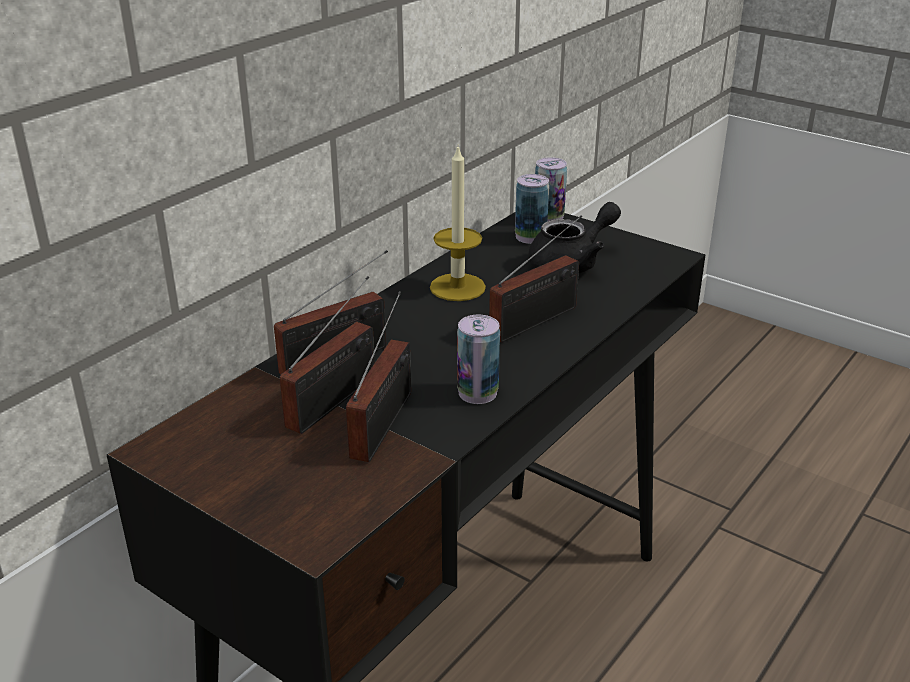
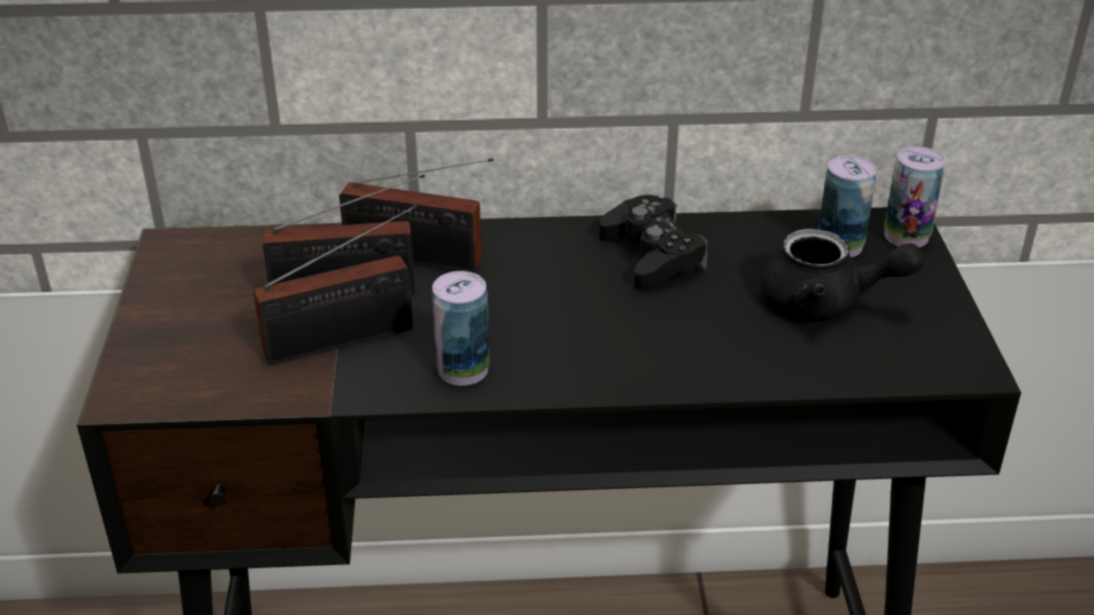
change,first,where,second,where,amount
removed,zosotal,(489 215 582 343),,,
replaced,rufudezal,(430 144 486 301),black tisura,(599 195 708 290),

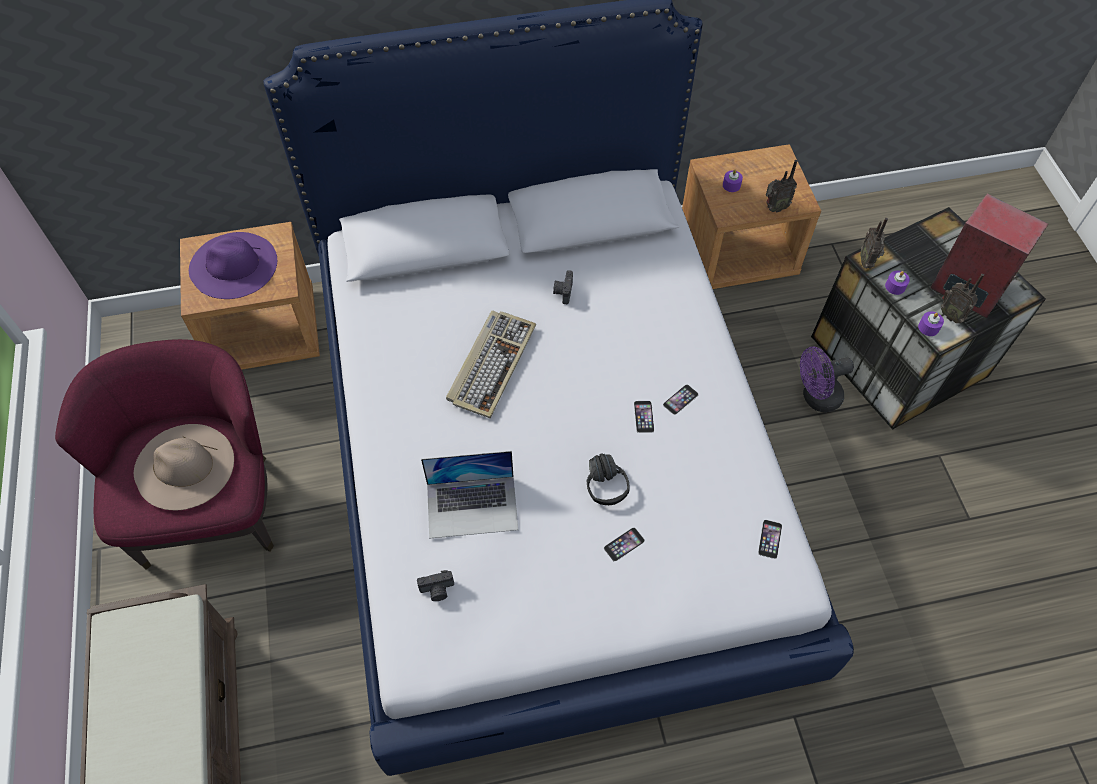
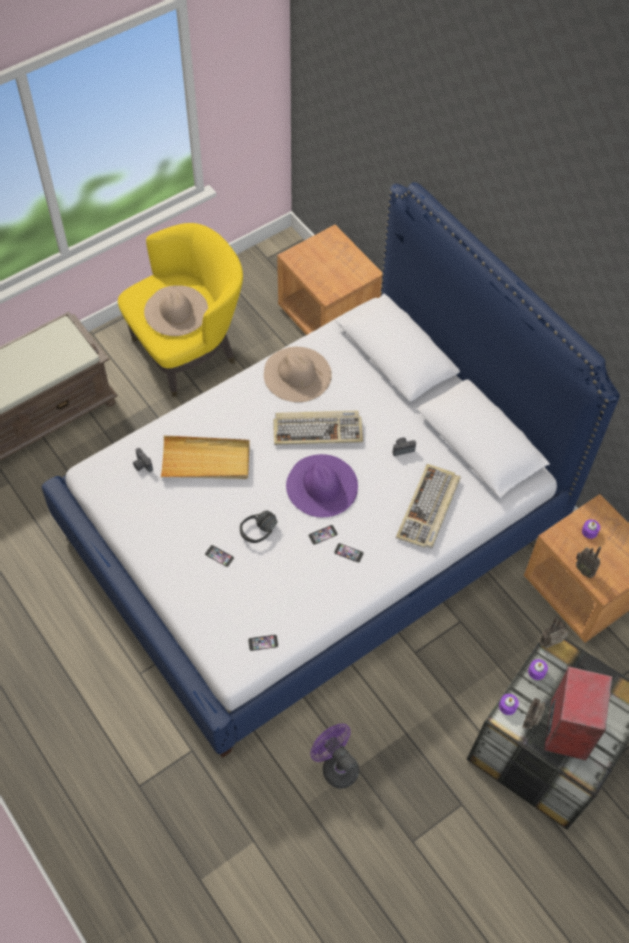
change,first,where,second,where,amount
added,,,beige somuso,(264 347 332 402),
added,,,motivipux,(396 464 461 548),
moved,purple somuso,(189 232 277 299),,(286 454 358 517),
moved,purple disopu,(800 347 854 412),,(310 724 359 789),
replaced,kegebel,(421 451 518 539),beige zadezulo,(160 435 250 479),
recoloured,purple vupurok,(55 339 274 570),yellow vupurok,(118 223 243 397),

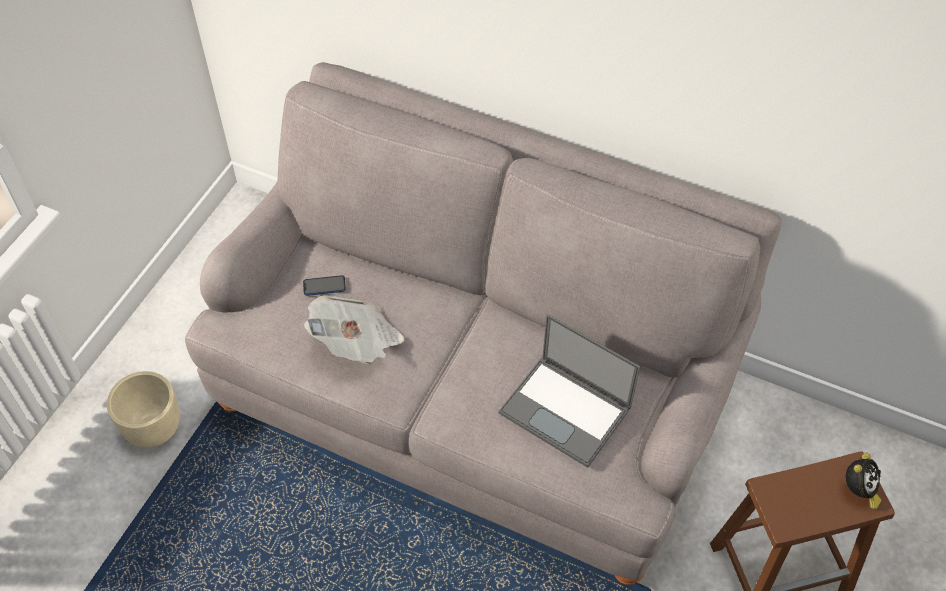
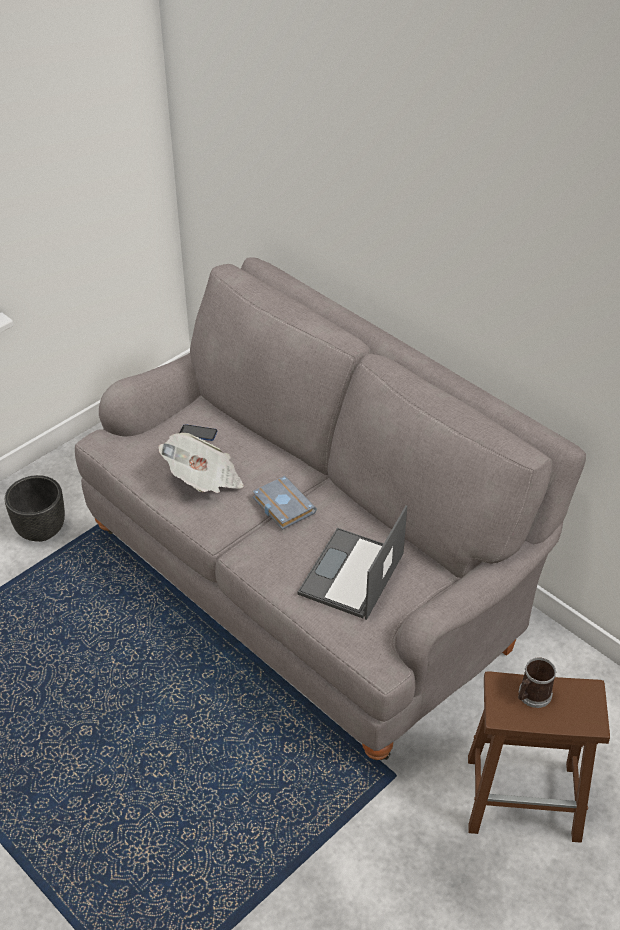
change,first,where,second,where,amount
removed,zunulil,(845 453 881 509),,,
added,,,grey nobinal,(252 476 317 530),
added,,,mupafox,(518 657 556 708),
recoloured,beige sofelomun,(107 371 180 447),black sofelomun,(5 475 65 542),
turned,kegebel,(499 314 640 468),,(298 505 407 620),60 degrees clockwise

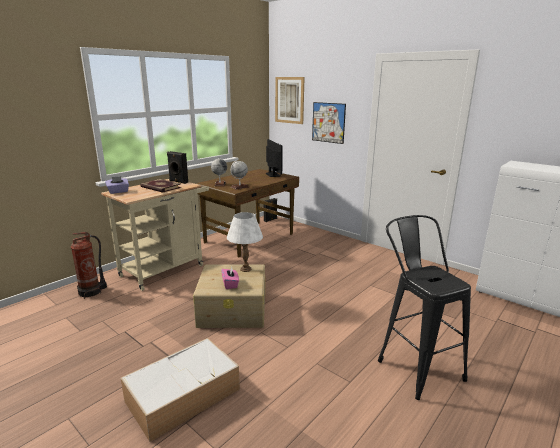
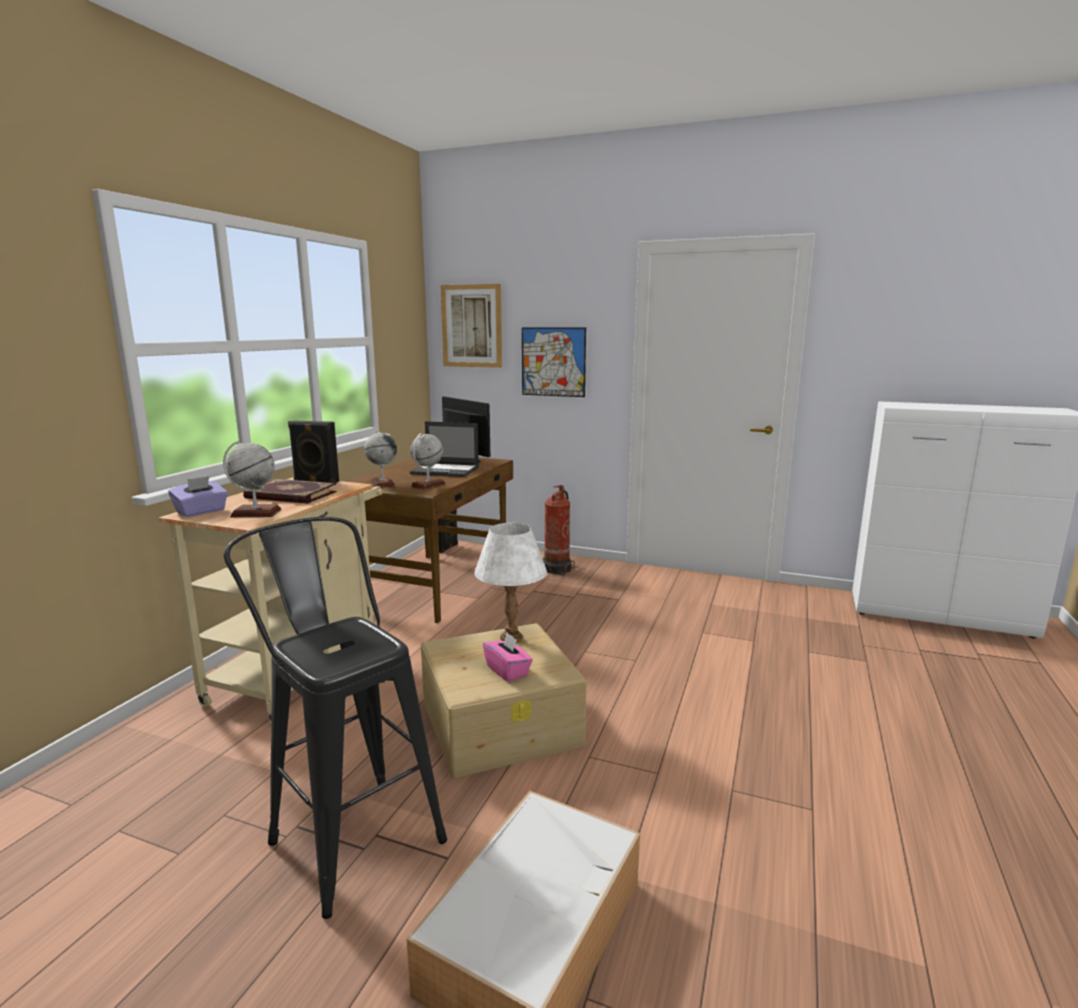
change,first,where,second,where,amount
added,,,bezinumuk,(223 441 282 517),
added,,,kegebel,(410 421 479 477),
moved,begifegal,(71 232 107 299),,(542 485 575 575),
moved,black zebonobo,(378 215 471 400),,(224 517 447 919),

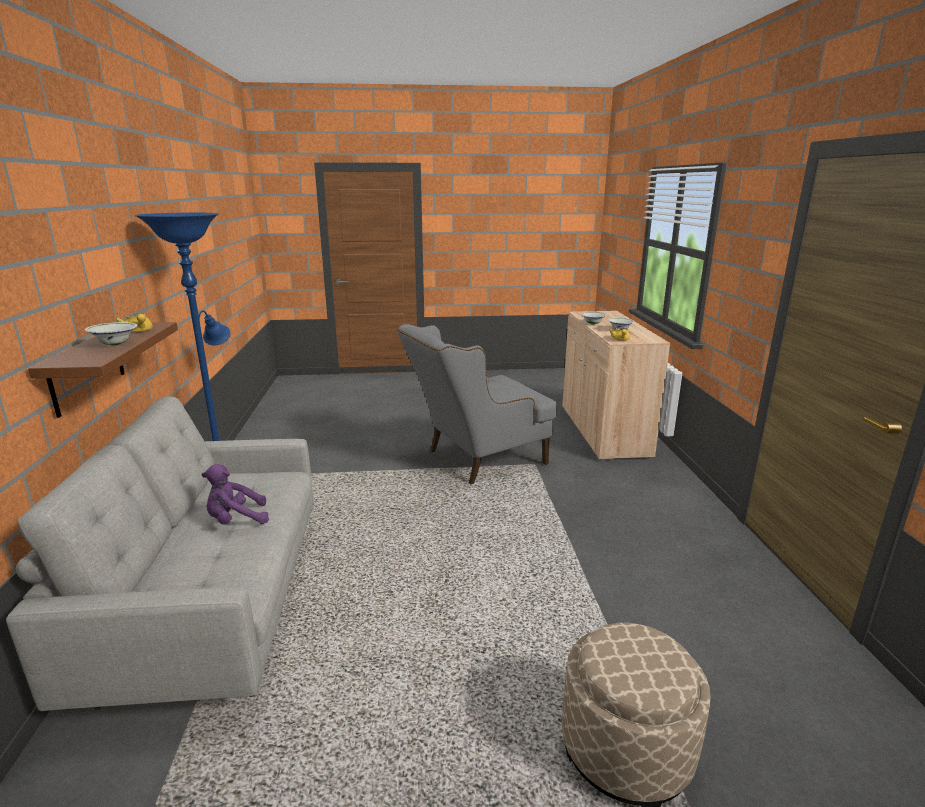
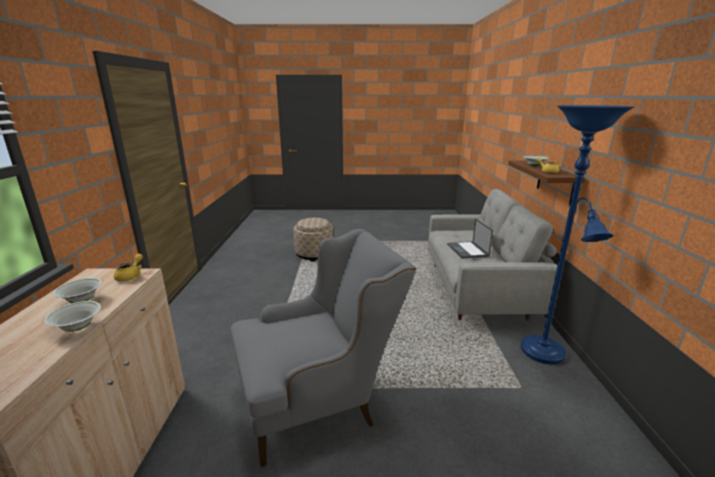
change,first,where,second,where,amount
replaced,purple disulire,(201 464 269 524),kegebel,(447 218 493 259),

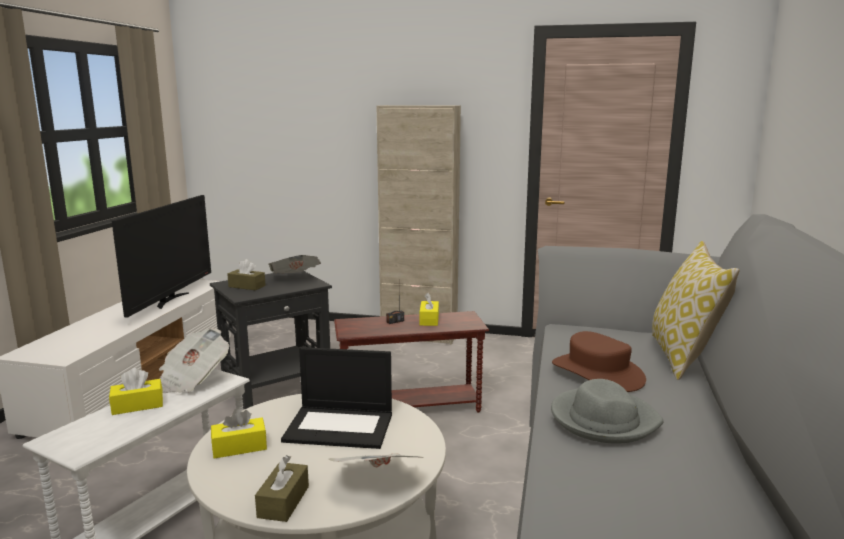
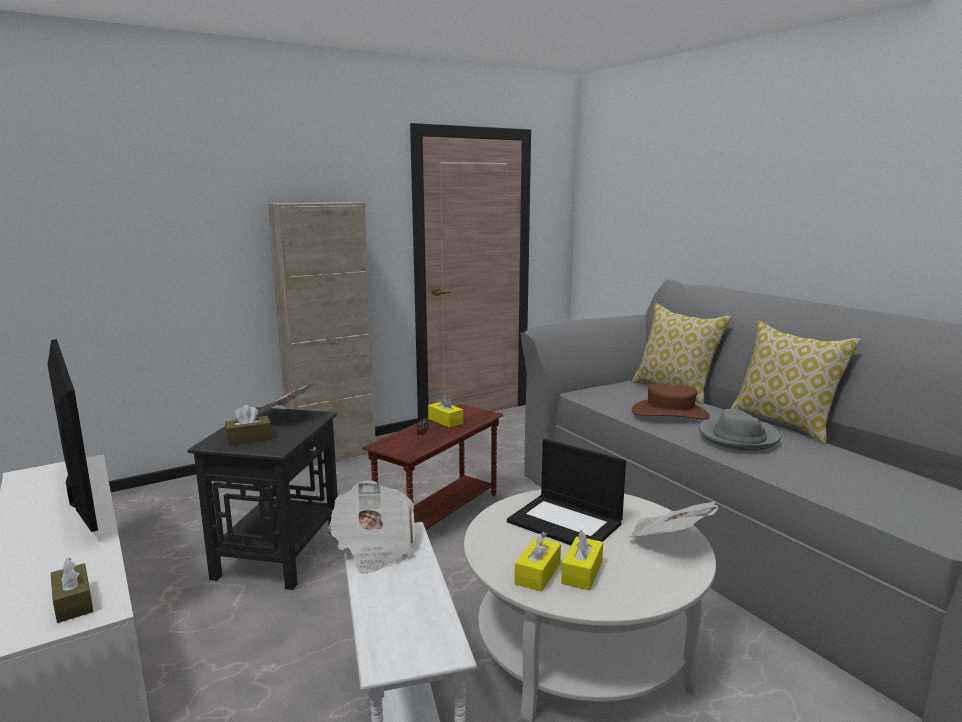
change,first,where,second,where,amount
added,,,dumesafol,(730 321 861 444),
moved,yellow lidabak,(109 368 163 415),,(561 530 603 590),
moved,brown lidabak,(255 455 309 522),,(51 558 93 623),
turned,kegebel,(281 347 392 449),,(507 439 626 545),75 degrees clockwise

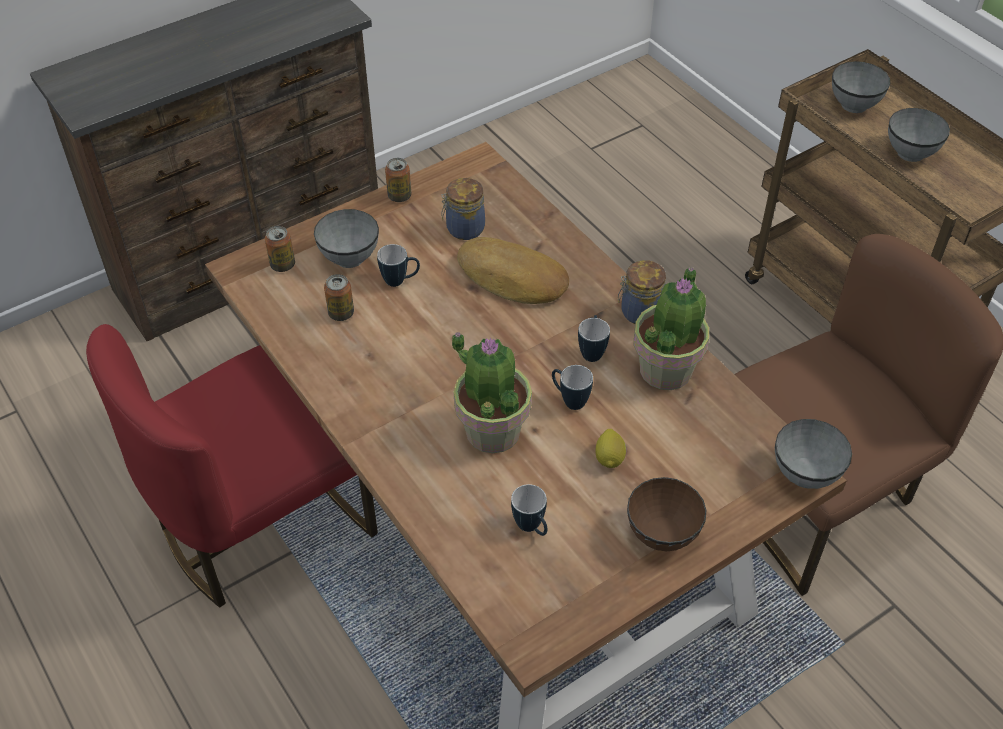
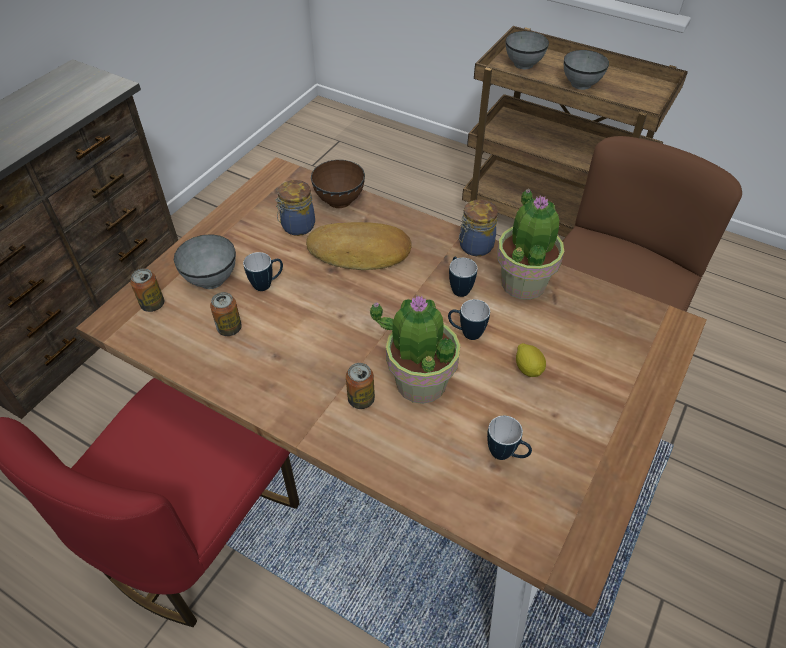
change,first,where,second,where,amount
removed,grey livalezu,(775 419 852 489),,,
moved,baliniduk,(385 158 411 202),,(346 363 375 409),
moved,brown livalezu,(627 477 707 551),,(311 160 365 208),

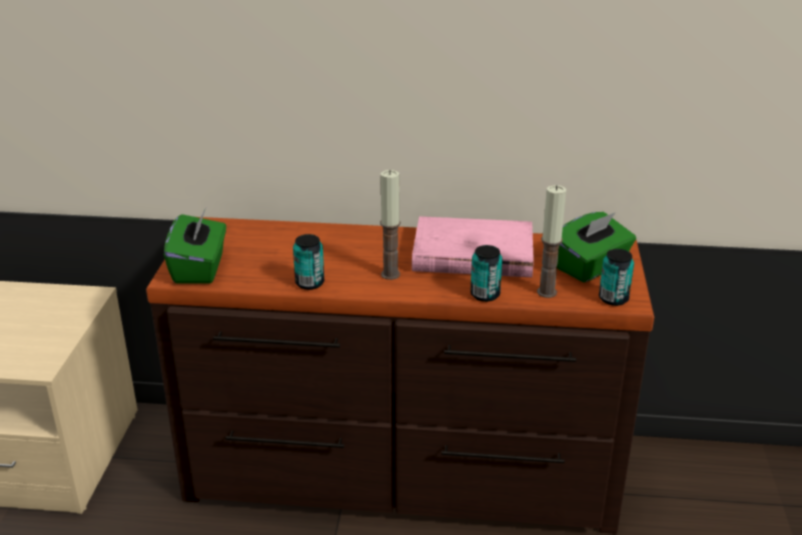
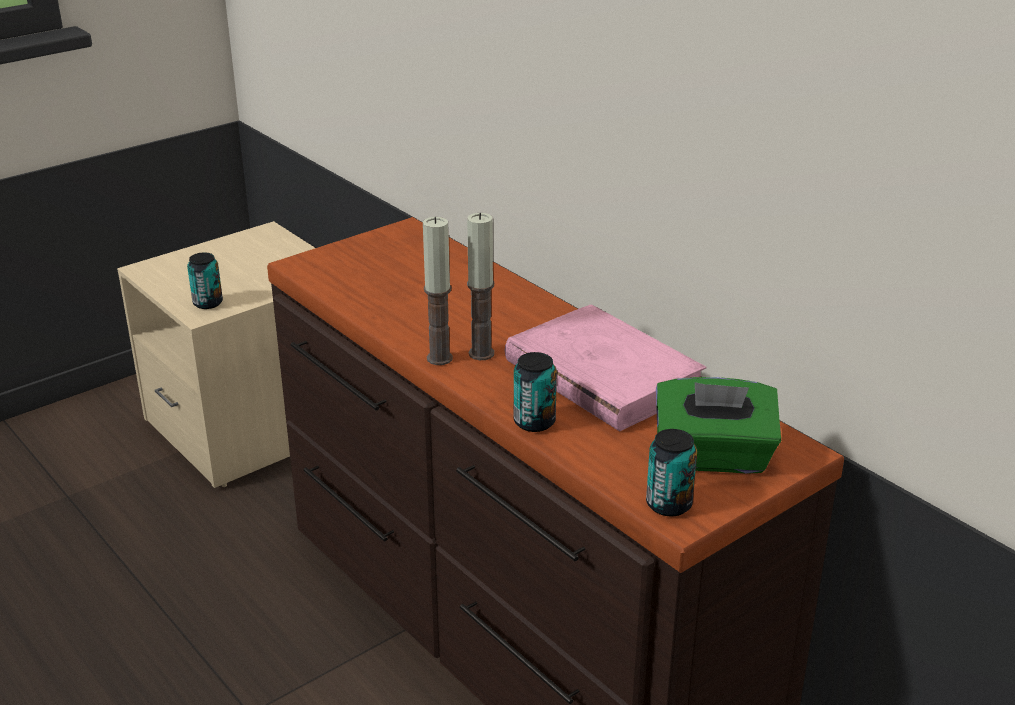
change,first,where,second,where,amount
removed,green lidabak,(164 208 226 284),,,
moved,baliniduk,(293 234 324 290),,(187 252 223 309),
moved,rufudezal,(537 185 566 298),,(423 217 453 365),

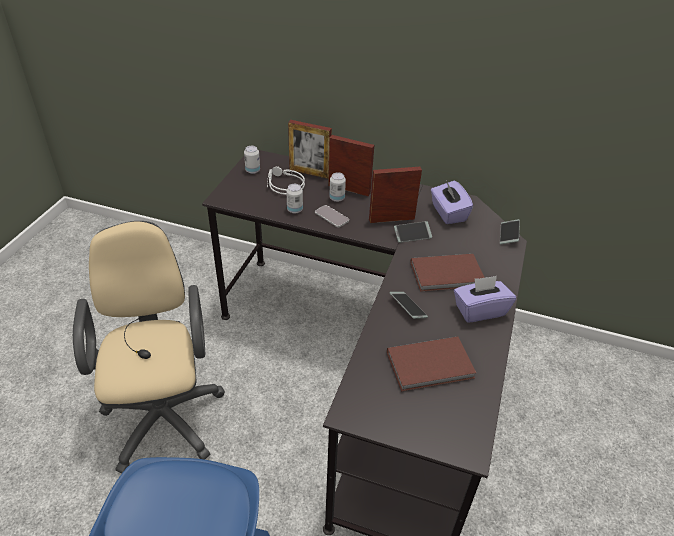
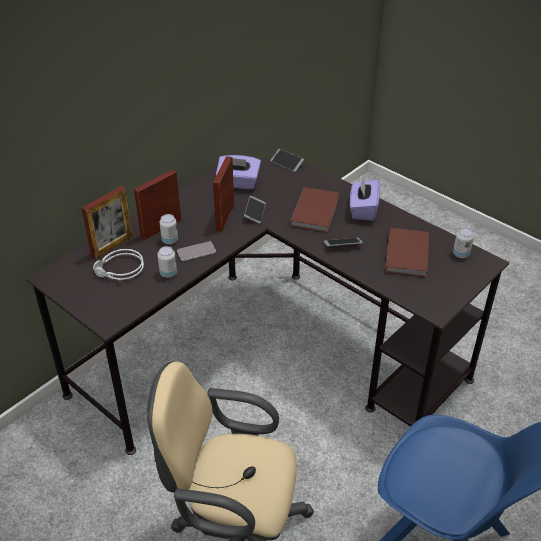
change,first,where,second,where,amount
moved,baliniduk,(244 146 260 174),,(453 227 474 258),

